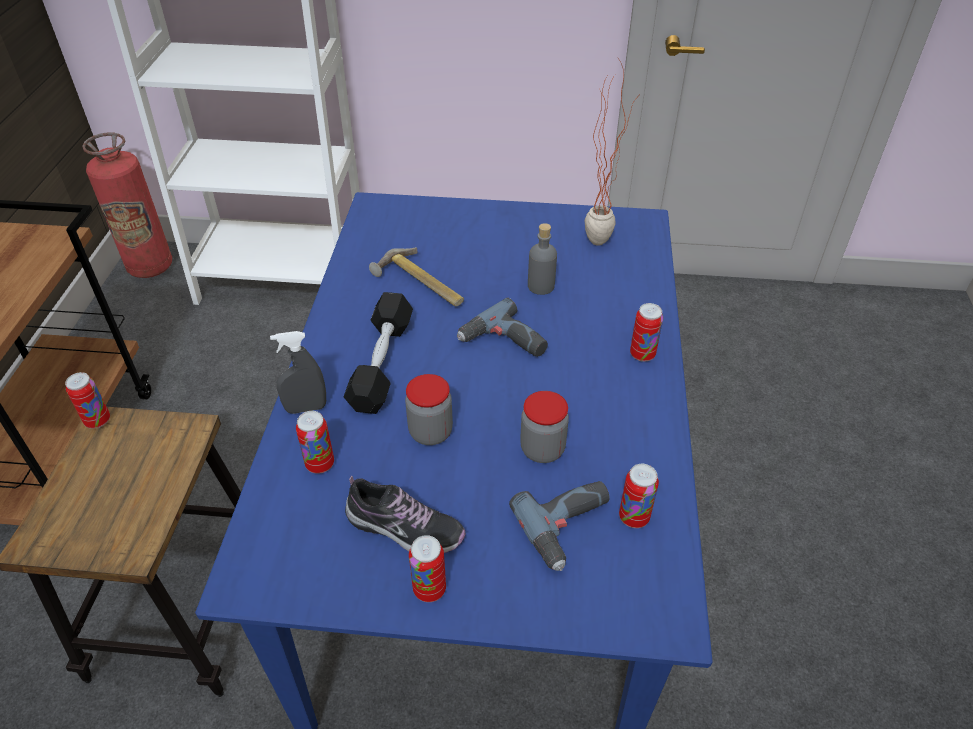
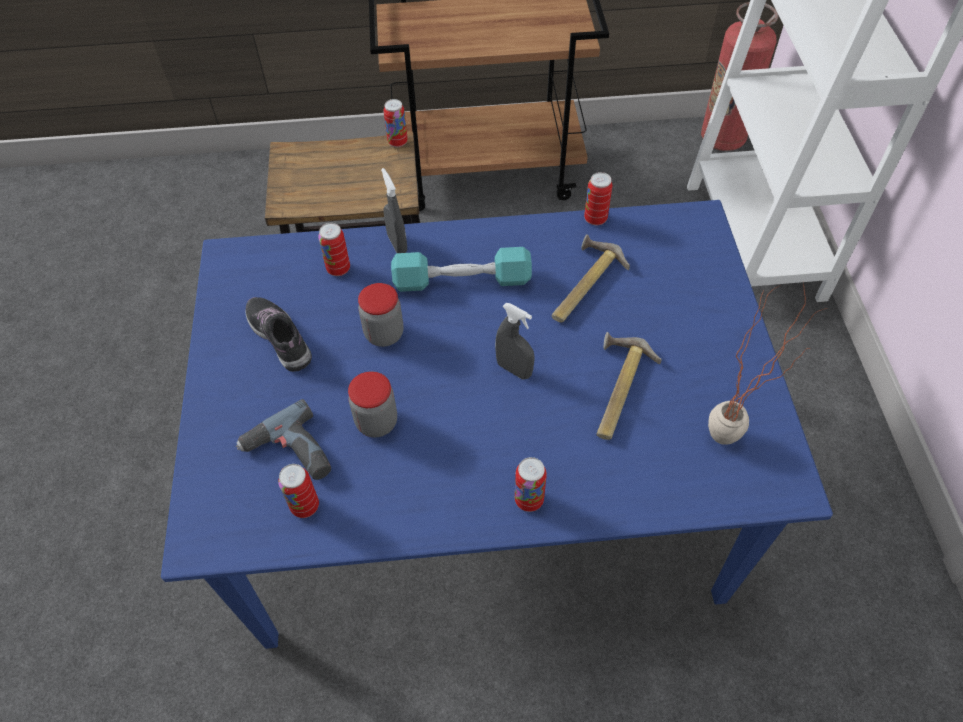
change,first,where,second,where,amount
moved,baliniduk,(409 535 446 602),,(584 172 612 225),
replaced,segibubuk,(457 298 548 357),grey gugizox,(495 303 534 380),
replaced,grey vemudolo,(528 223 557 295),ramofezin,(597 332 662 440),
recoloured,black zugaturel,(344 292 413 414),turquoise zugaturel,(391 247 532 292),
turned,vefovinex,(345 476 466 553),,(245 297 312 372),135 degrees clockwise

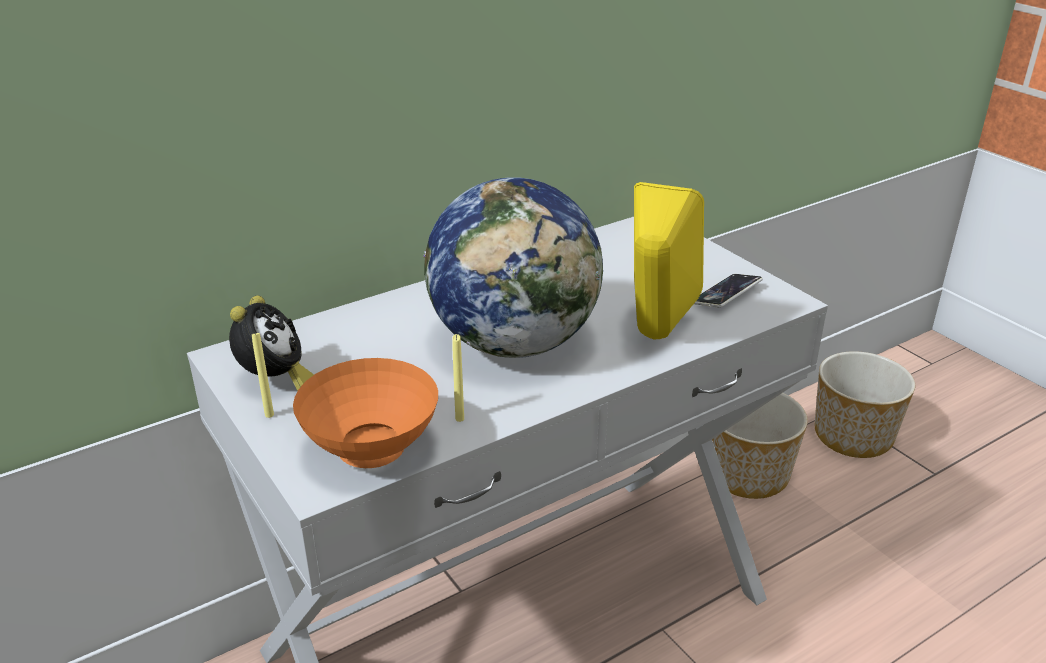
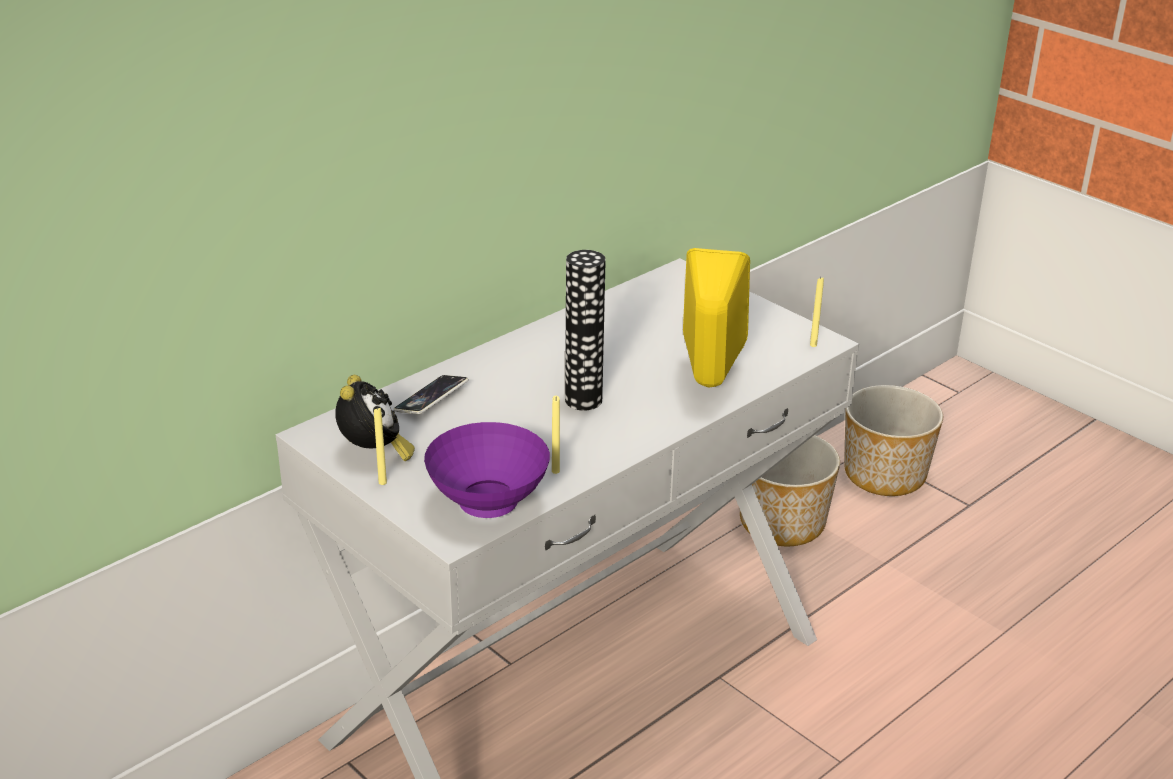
change,first,where,second,where,amount
added,,,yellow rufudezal,(810 278 824 347),
moved,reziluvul,(694 274 763 307),,(394 375 469 414),
replaced,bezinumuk,(423 177 603 358),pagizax,(565 250 606 411),
recoloured,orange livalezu,(293 358 438 468),purple livalezu,(424 422 550 518),

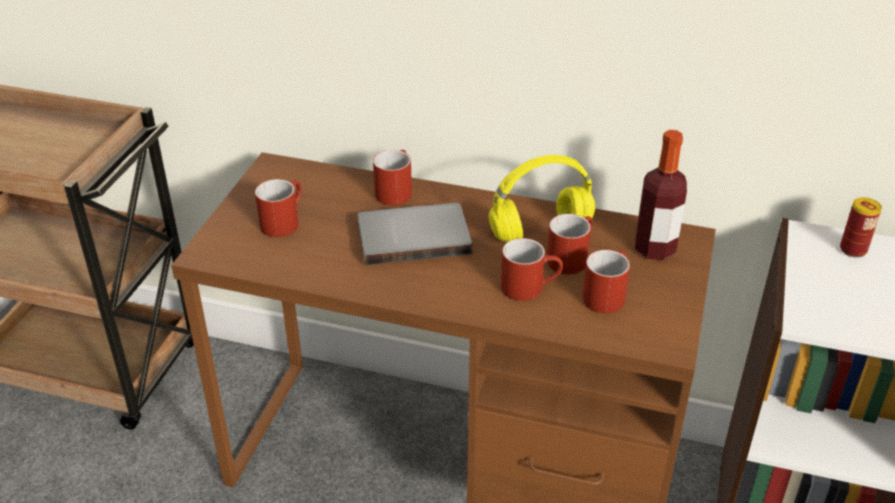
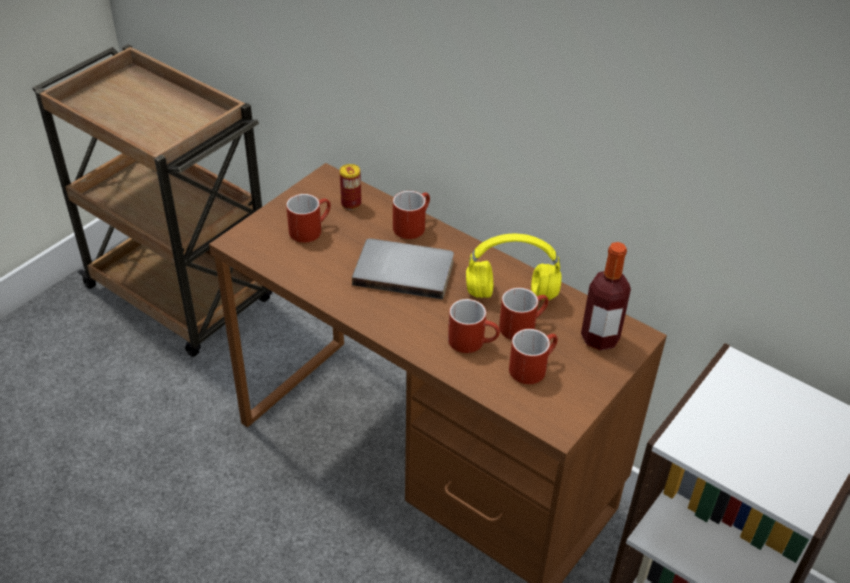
change,first,where,second,where,amount
moved,baliniduk,(840 197 882 258),,(340 164 361 210),

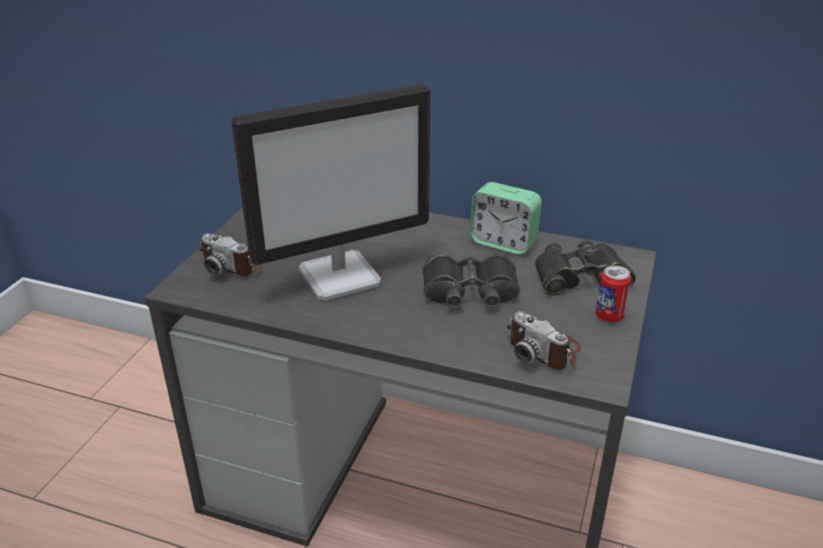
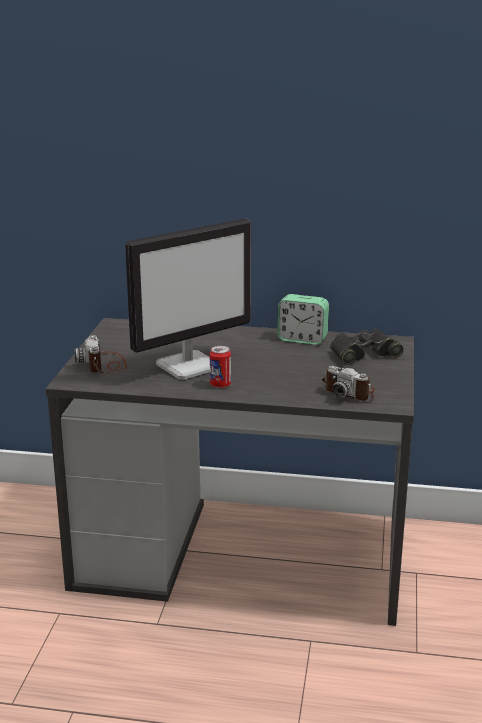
change,first,where,second,where,amount
removed,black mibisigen,(422 253 520 308),,,
moved,baliniduk,(595 265 631 322),,(210 346 231 388),
turned,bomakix,(199 233 262 276),,(74 335 127 374),60 degrees clockwise

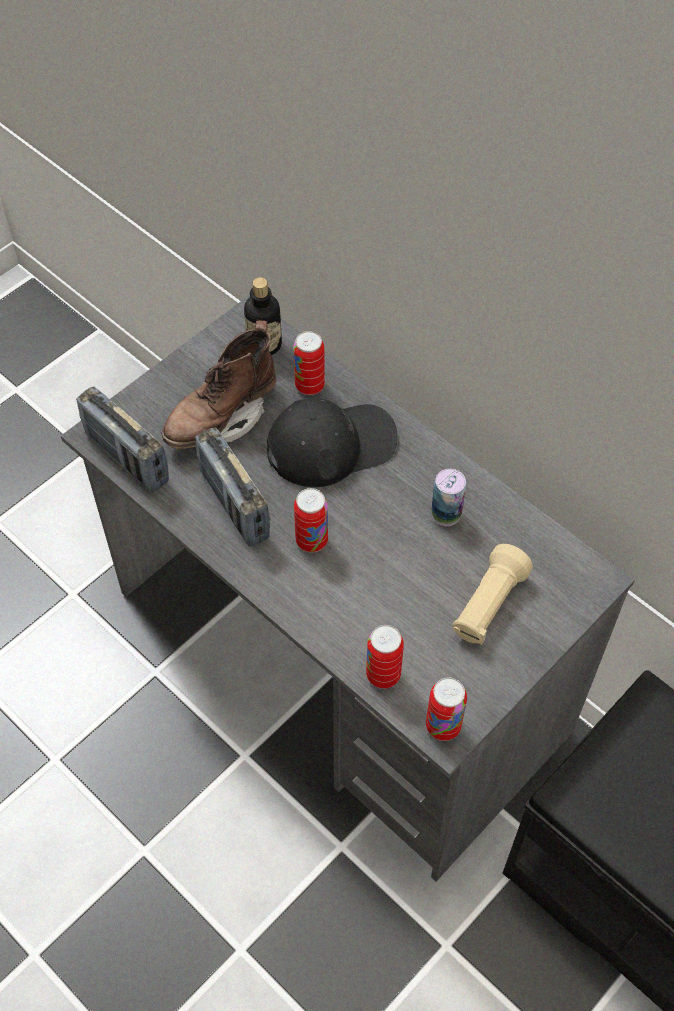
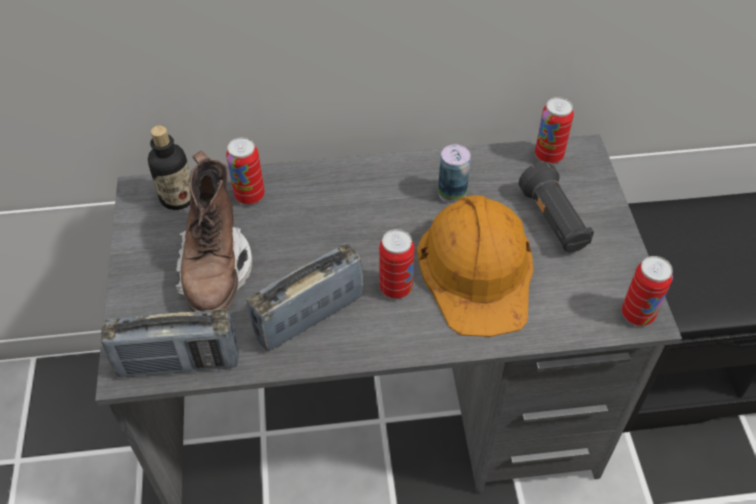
change,first,where,second,where,amount
removed,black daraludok,(267 397 398 487),,,
added,,,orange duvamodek,(417 195 533 337),
moved,baliniduk,(366 625 404 689),,(535 97 574 164),
recoloured,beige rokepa,(453 544 533 645),black rokepa,(519 162 594 252),
turned,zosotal,(195 427 270 546),,(247 243 364 351),135 degrees clockwise

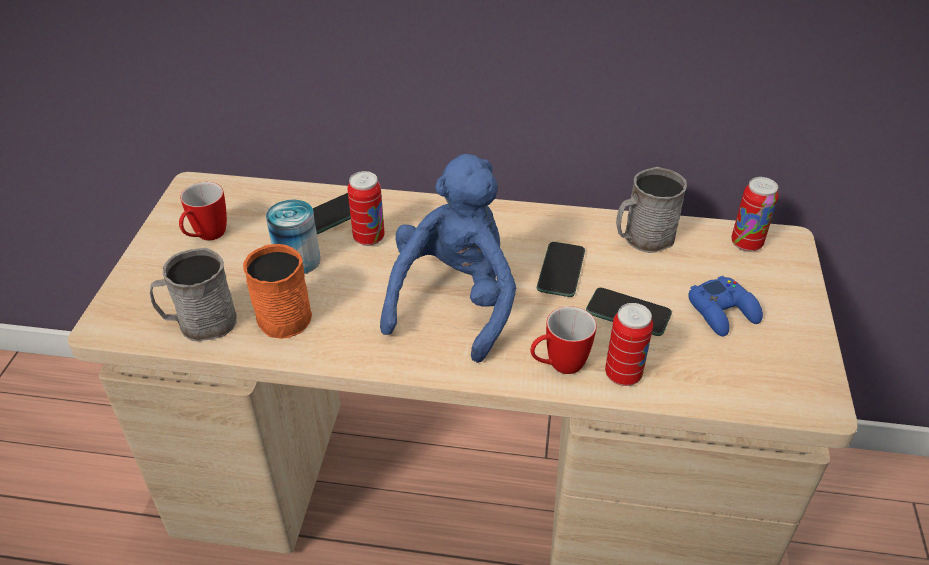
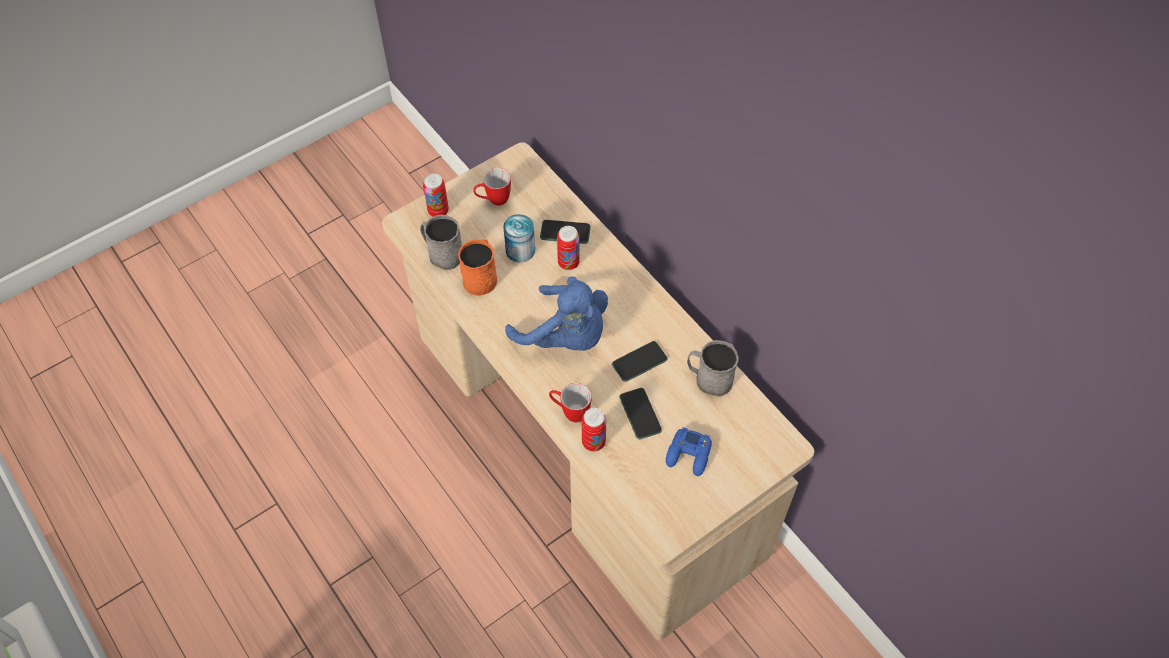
change,first,where,second,where,amount
moved,baliniduk,(731 177 779 252),,(423 173 449 217),
turned,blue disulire,(380 154 516 363),,(505 276 608 351),60 degrees clockwise

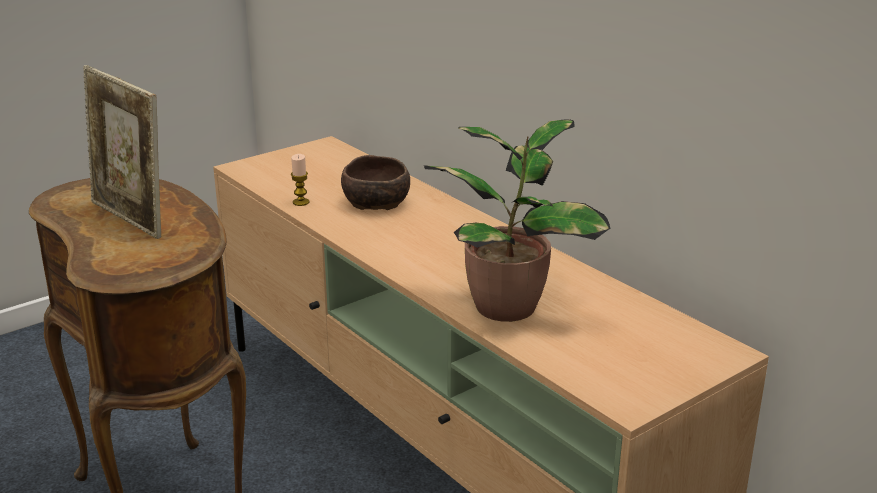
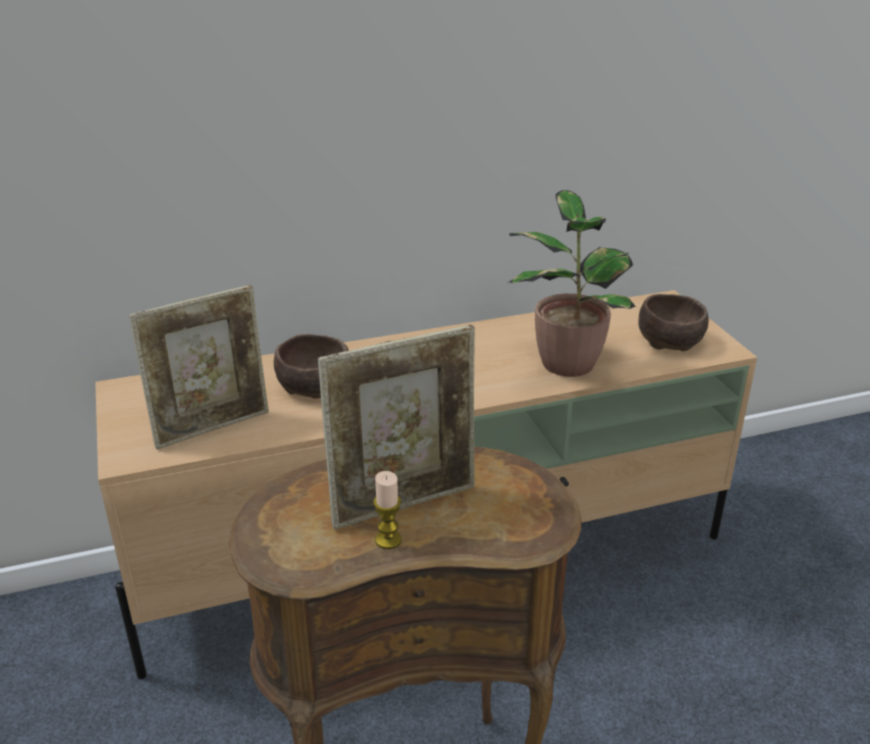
change,first,where,second,where,amount
added,,,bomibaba,(129 285 269 450),
added,,,brown livalezu,(638 294 709 351),
moved,rufudezal,(291 154 309 206),,(373 471 402 549),

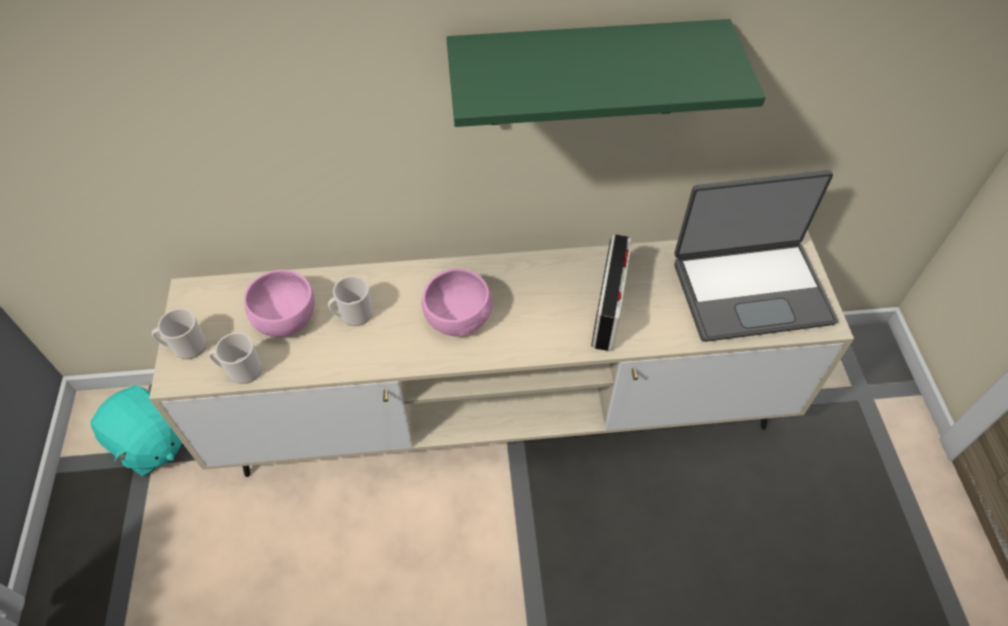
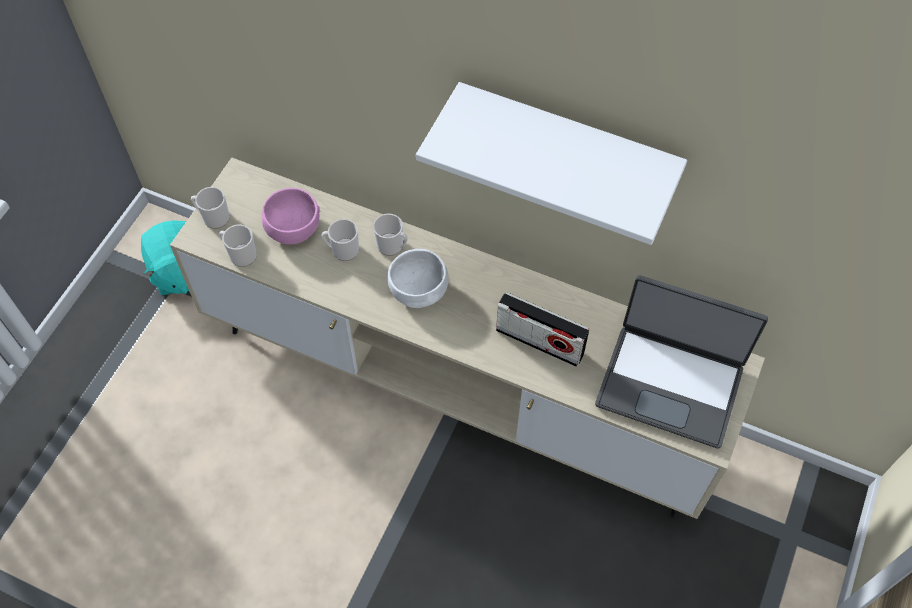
change,first,where,second,where,amount
added,,,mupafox,(373 214 408 256),
recoloured,pink livalezu,(421 269 493 337),white livalezu,(387 249 449 308),
recoloured,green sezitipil,(446 19 765 127),white sezitipil,(416 82 687 245),
turned,zosotal,(591 234 632 351),,(496 292 590 367),75 degrees clockwise

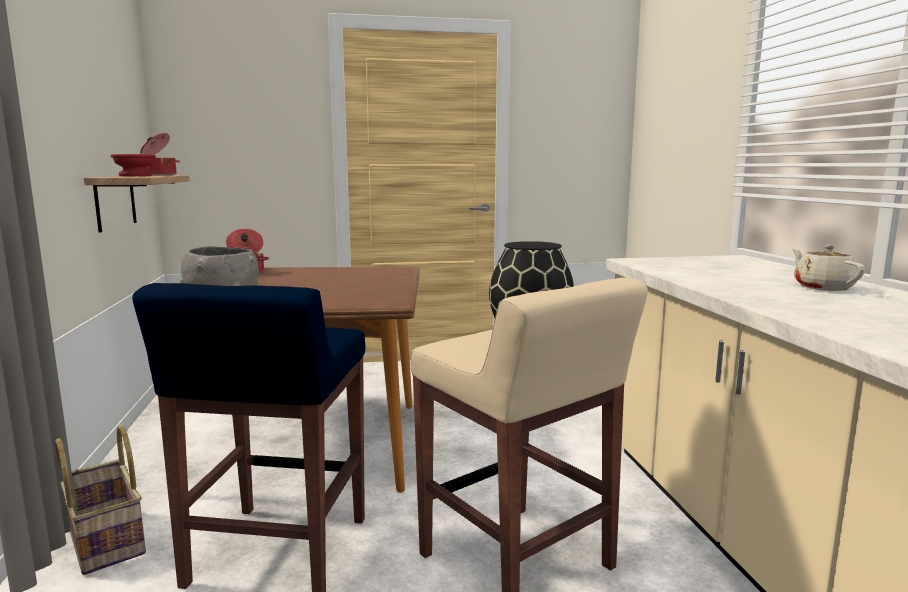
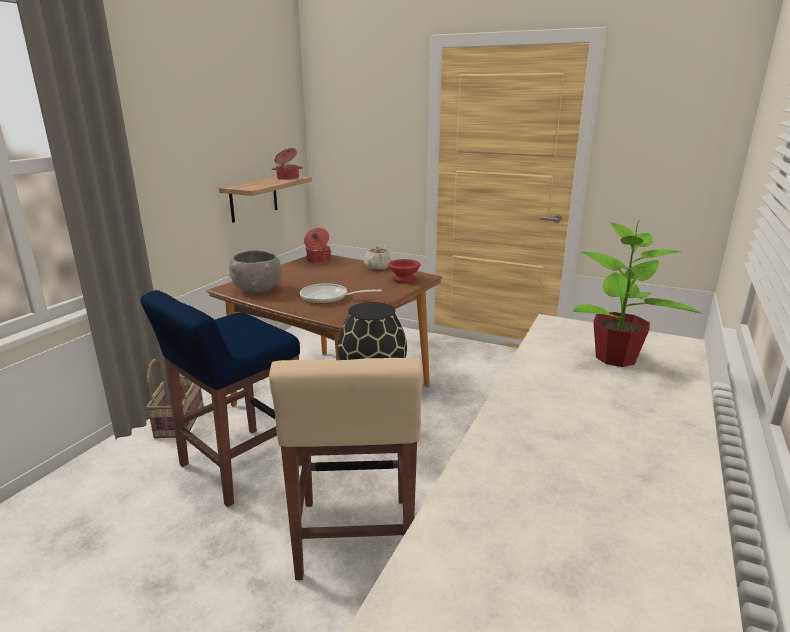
change,first,where,second,where,amount
added,,,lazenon,(300 283 382 304),
added,,,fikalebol,(573 221 702 367),
moved,red livalezu,(111 154 156 176),,(388 259 421 283),
moved,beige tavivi,(792 245 865 291),,(364 245 392 270),

